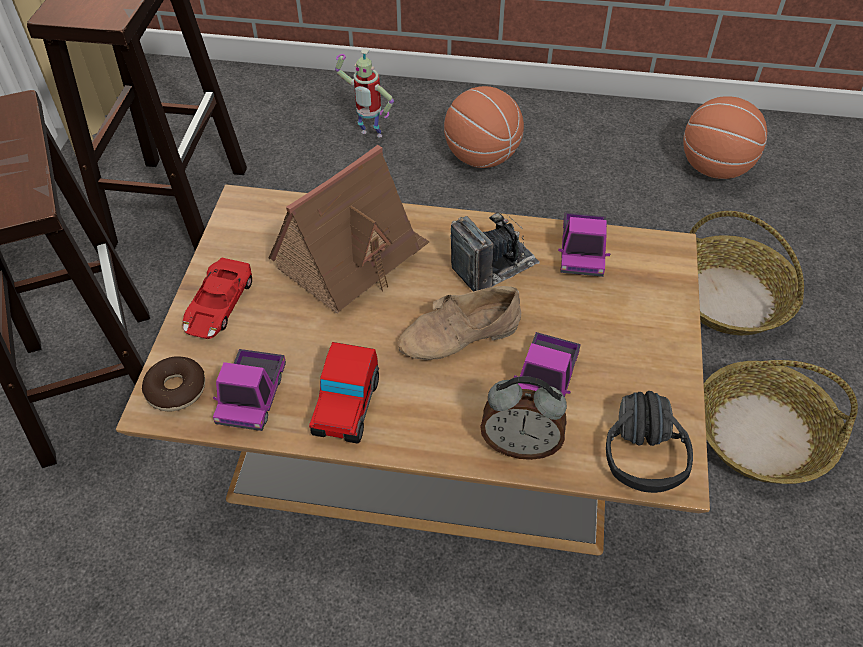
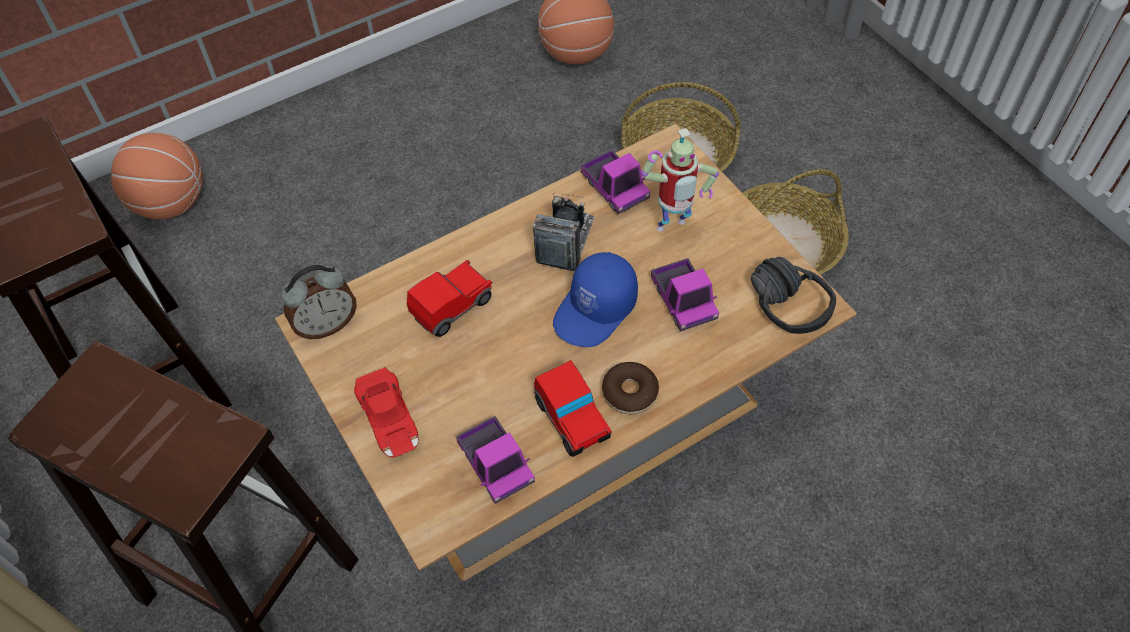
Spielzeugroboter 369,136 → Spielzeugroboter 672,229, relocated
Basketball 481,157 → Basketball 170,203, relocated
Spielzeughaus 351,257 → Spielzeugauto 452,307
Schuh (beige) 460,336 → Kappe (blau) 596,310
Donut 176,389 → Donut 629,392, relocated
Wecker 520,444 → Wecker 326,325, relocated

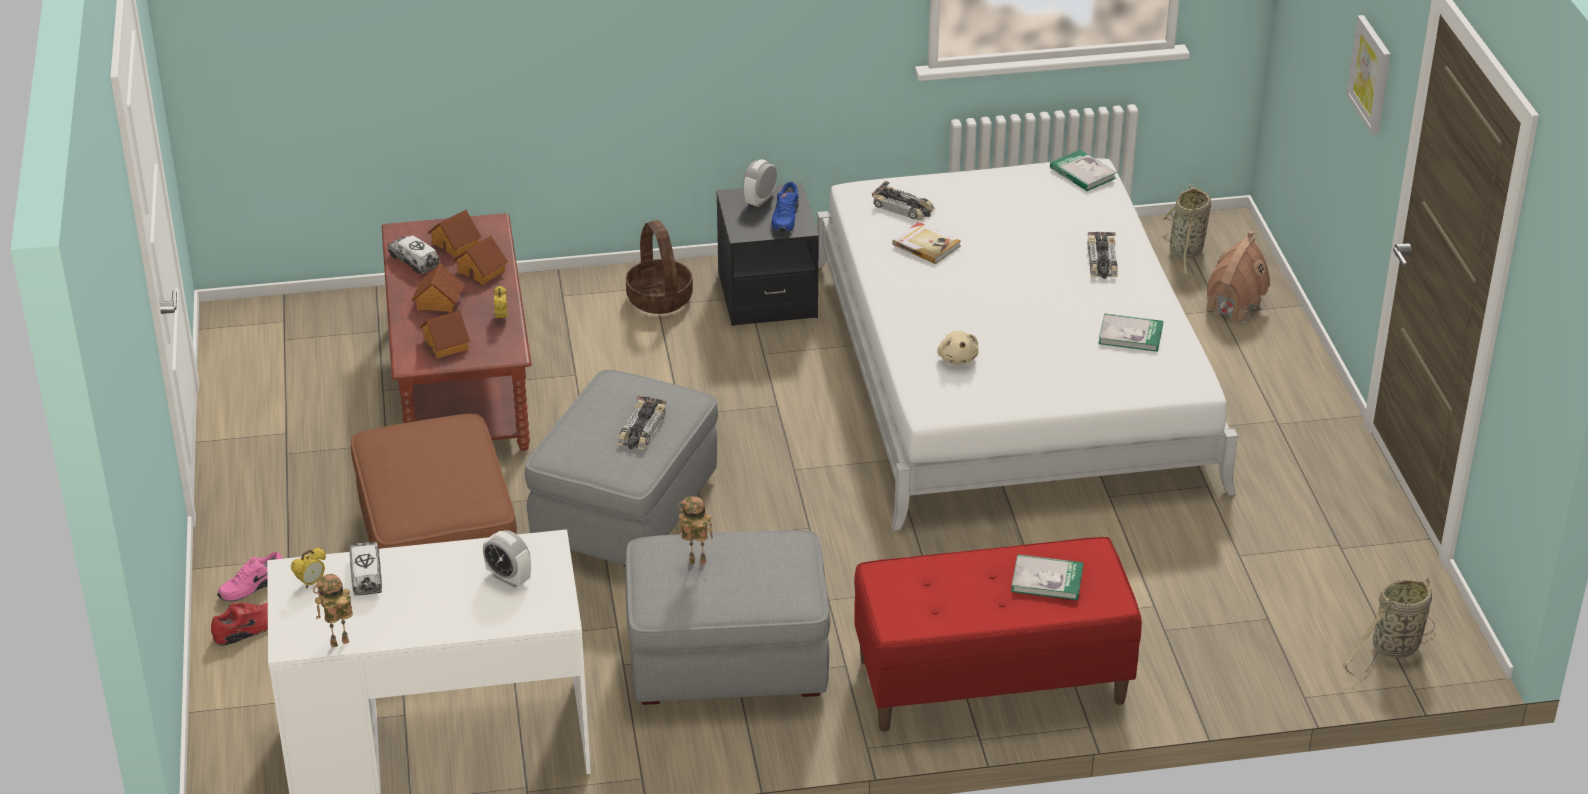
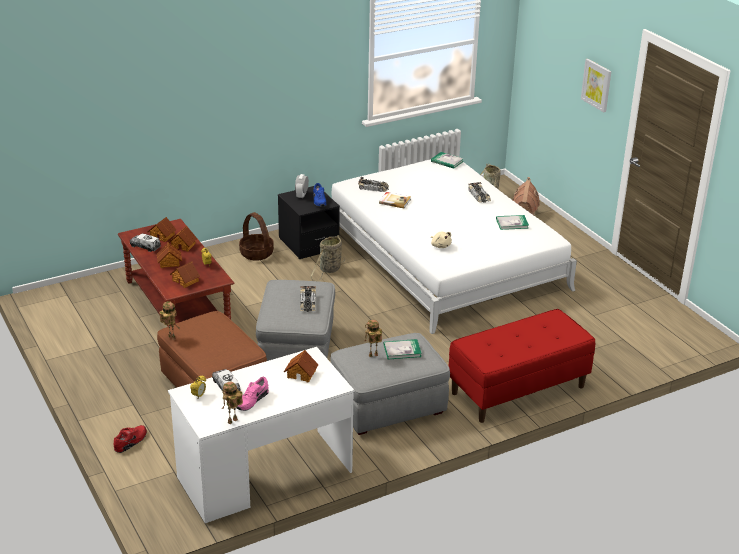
Wecker 508,578 → Spielzeughaus 301,374
Schuh (rosa) 251,586 → Schuh (rosa) 251,400, relocated
Buch 1047,580 → Buch 402,350, relocated
Korb 1393,649 → Korb 329,270, relocated
- → Spielzeugroboter 170,338

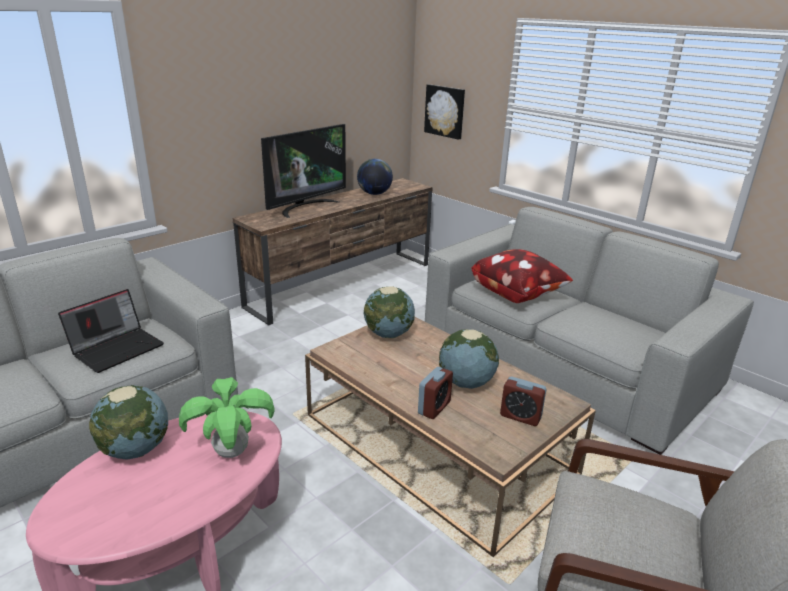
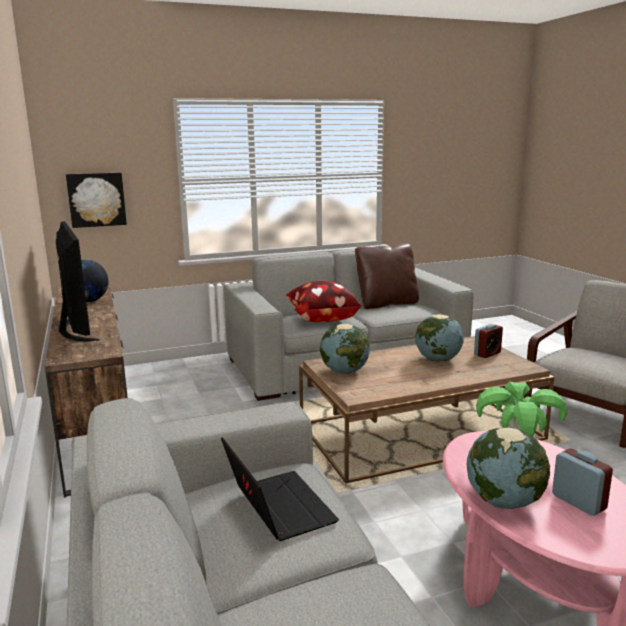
Wecker 434,408 → Wecker 578,502, relocated
- → Kissen (braun) 386,304

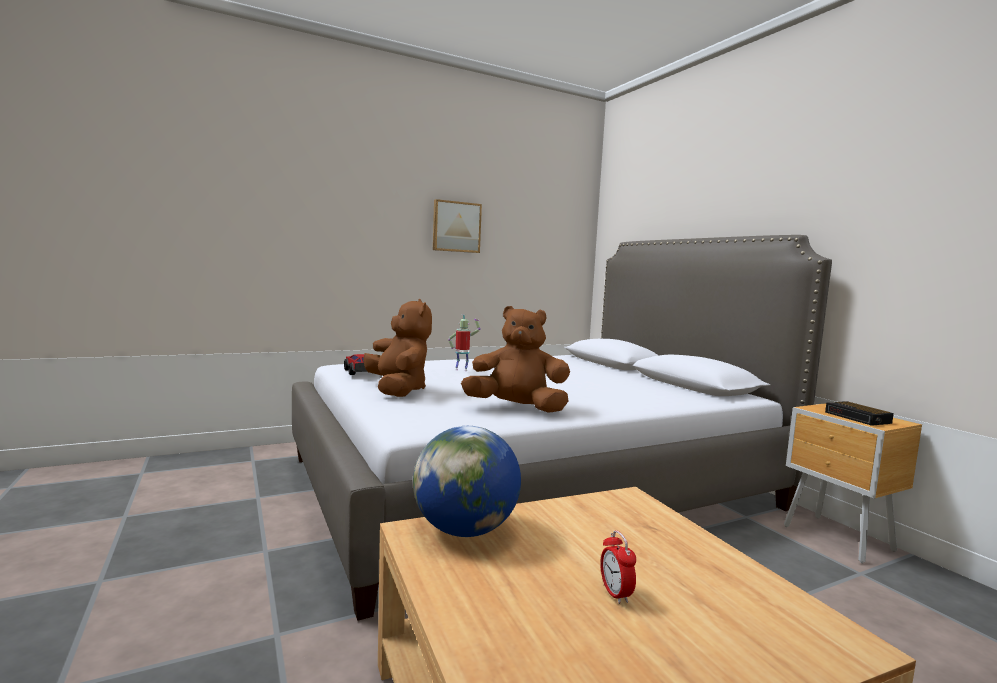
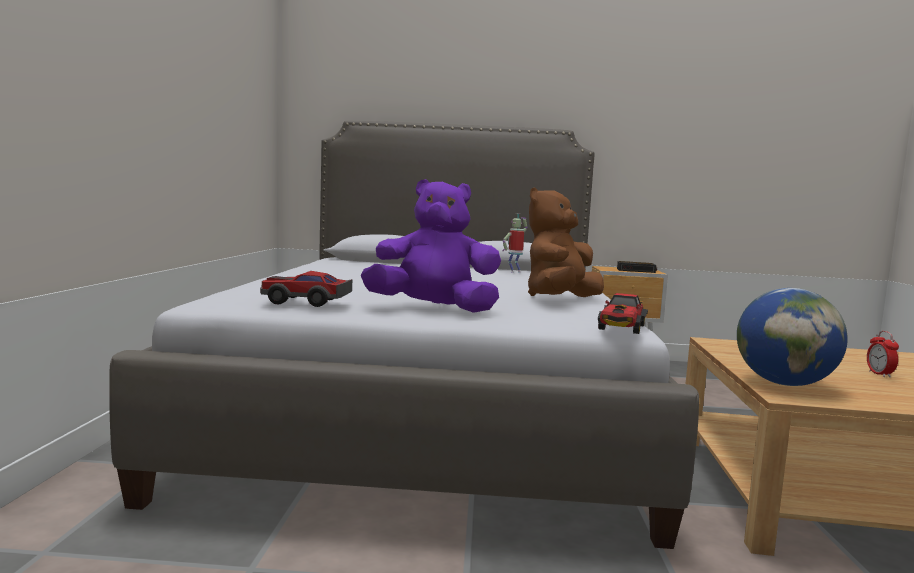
Bild 456,227 → -
Plüschtier (braun) 398,390 → Plüschtier (lila) 433,309
Spielzeugroboter 462,370 → Spielzeugroboter 514,272, relocated
Wecker 615,594 → Wecker 879,374, 75 degrees clockwise
- → Spielzeugauto 621,328

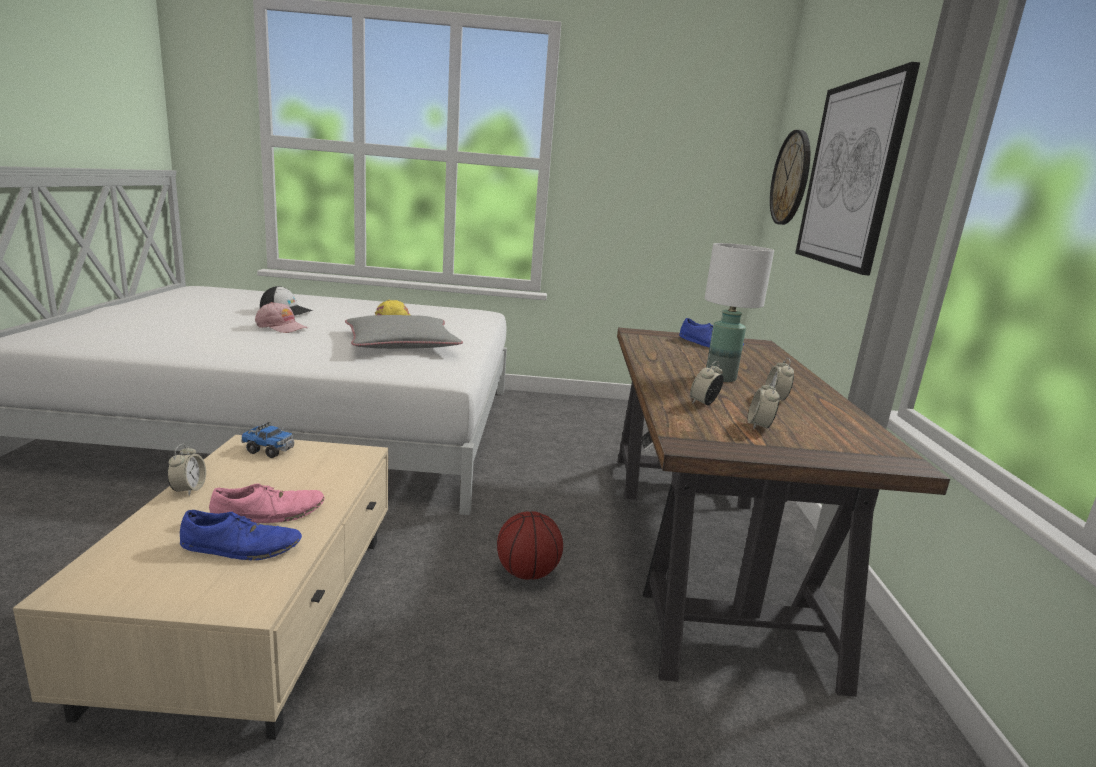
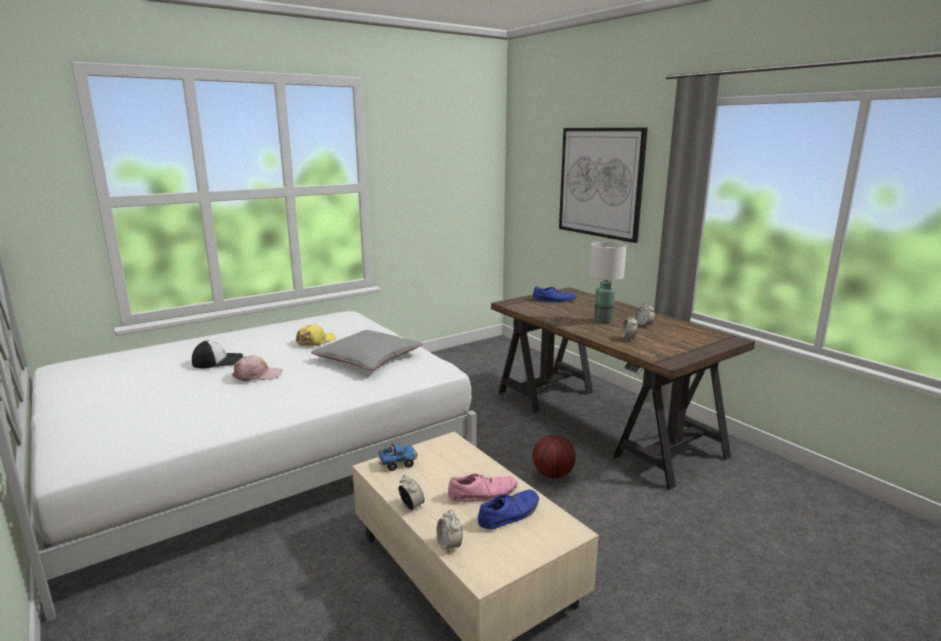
Wanduhr 791,178 → -
Wecker 759,426 → Wecker 449,546, relocated
Schuh (rosa) 269,514 → Schuh (rosa) 483,494, 45 degrees clockwise

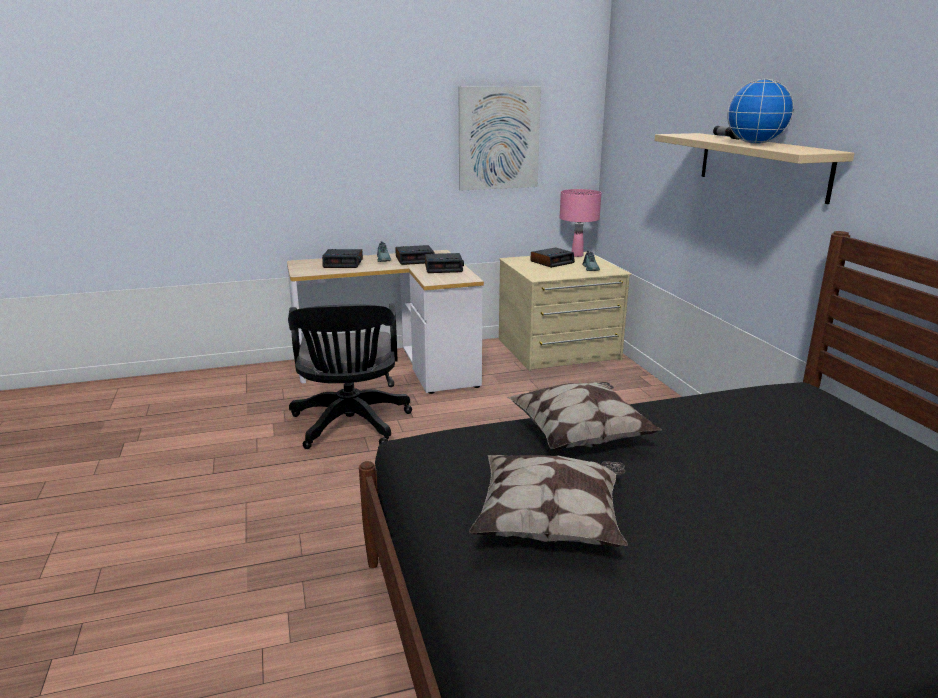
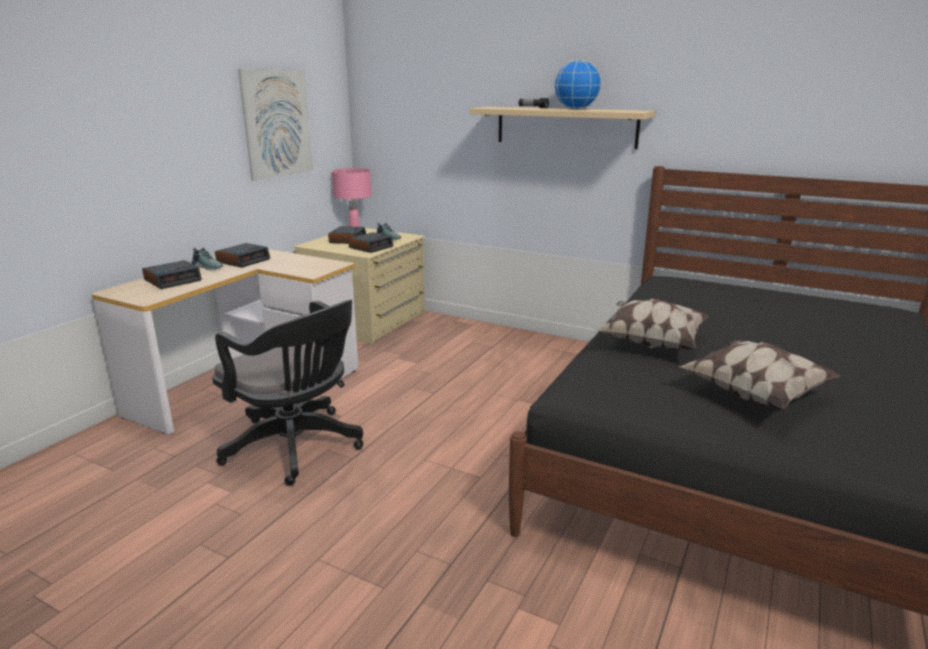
Wecker 444,268 → Wecker 371,247, relocated

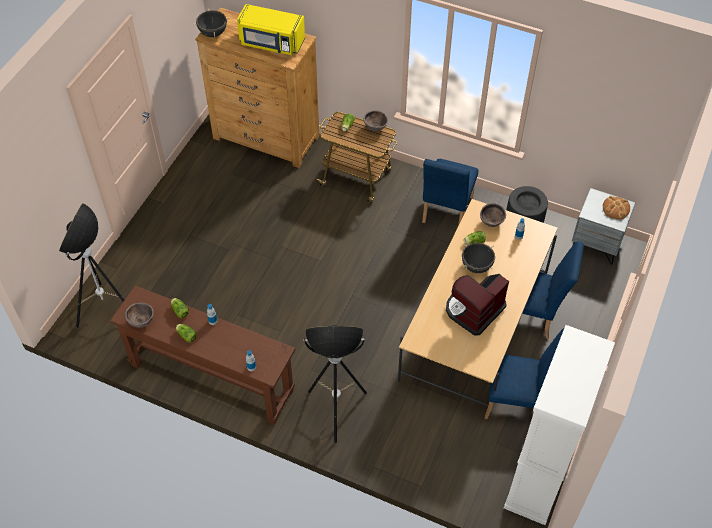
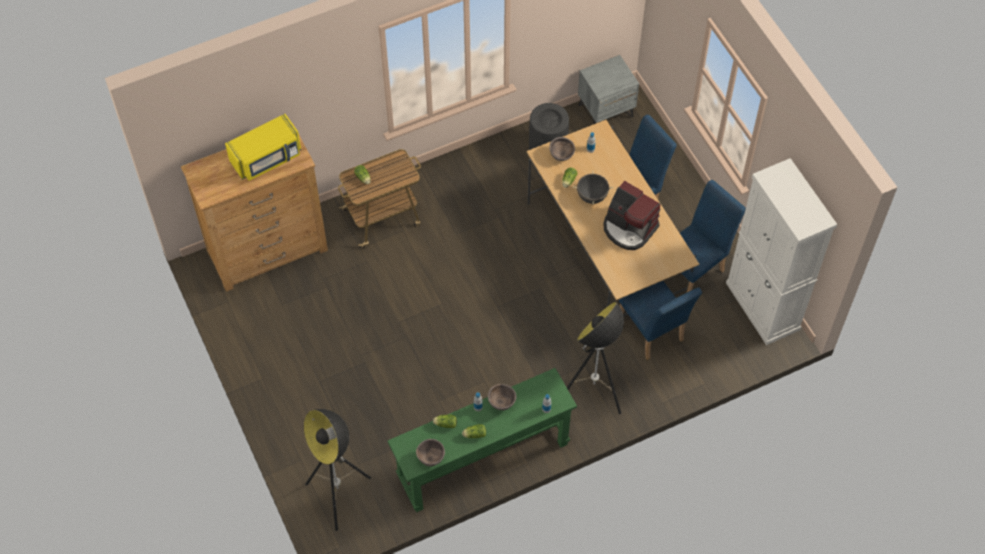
Kochtopf (schwarz) 213,33 → -
Schüssel (braun) 375,128 → Schüssel (braun) 501,403, relocated
Stuhl (blau) 445,213 → Stuhl (blau) 652,334, relocated
Brot 616,208 → -
Kaffeemaschine 474,310 → Kaffeemaschine 629,228, 45 degrees counterclockwise
Konsolentisch (braun) 211,377 → Konsolentisch (grün) 483,460

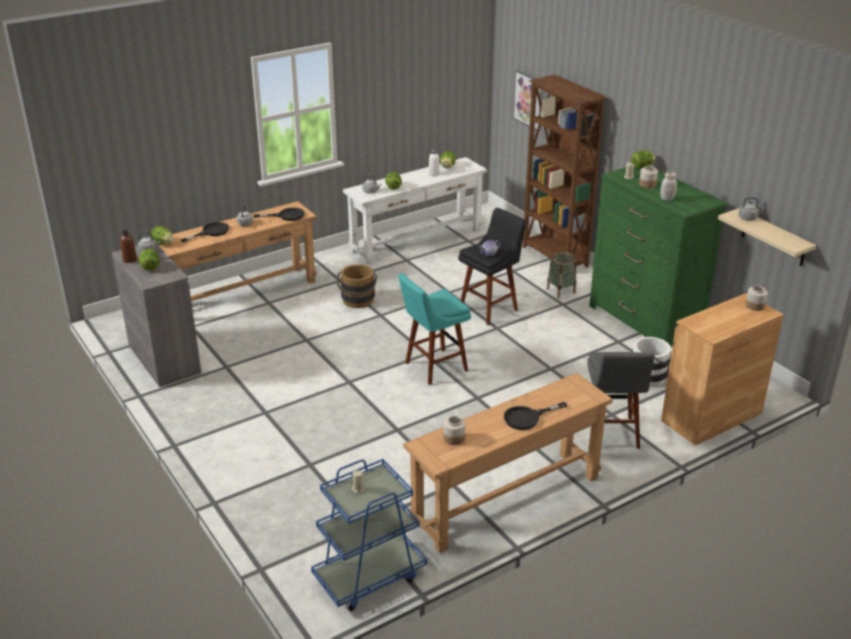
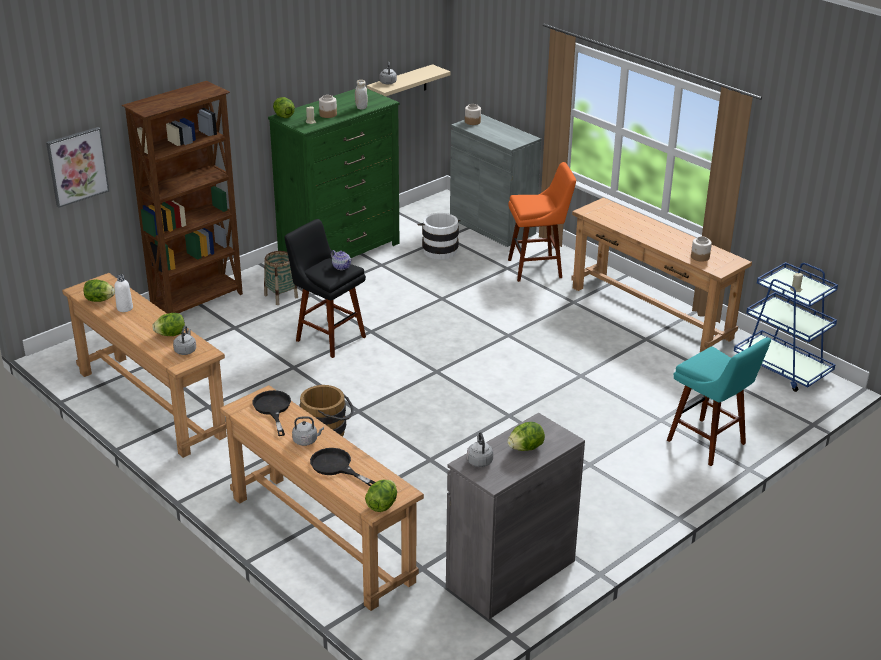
Konsolentisch (weiß) 416,241 → Konsolentisch (braun) 151,404
Flasche (braun) 130,260 → -
Hocker (türkis) 433,367 → Hocker (türkis) 709,444, relocated
Schrank (braun) 711,417 → Schrank (grau) 492,226
Hocker (grau) 611,435 → Hocker (orange) 538,268
Pfanne (schwarz) 527,418 → -

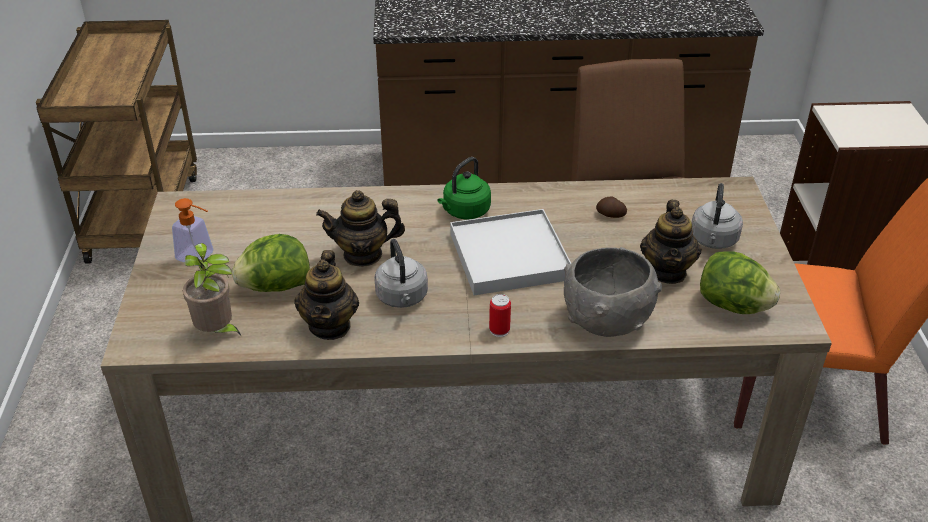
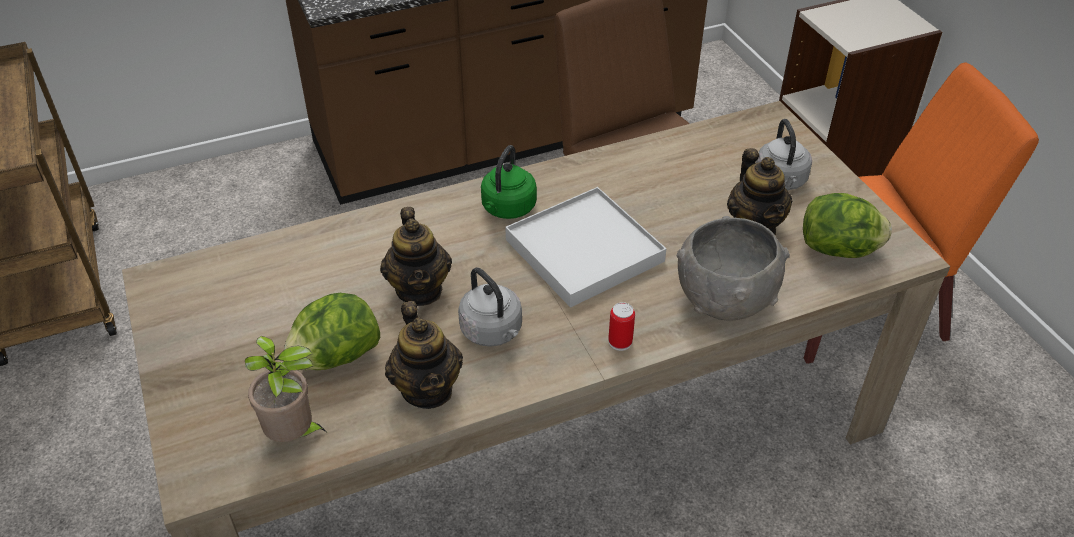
Teekanne 363,254 → Teekanne 419,289, 75 degrees counterclockwise
Kartoffel 610,215 → -
Seifenspender 200,258 → -

